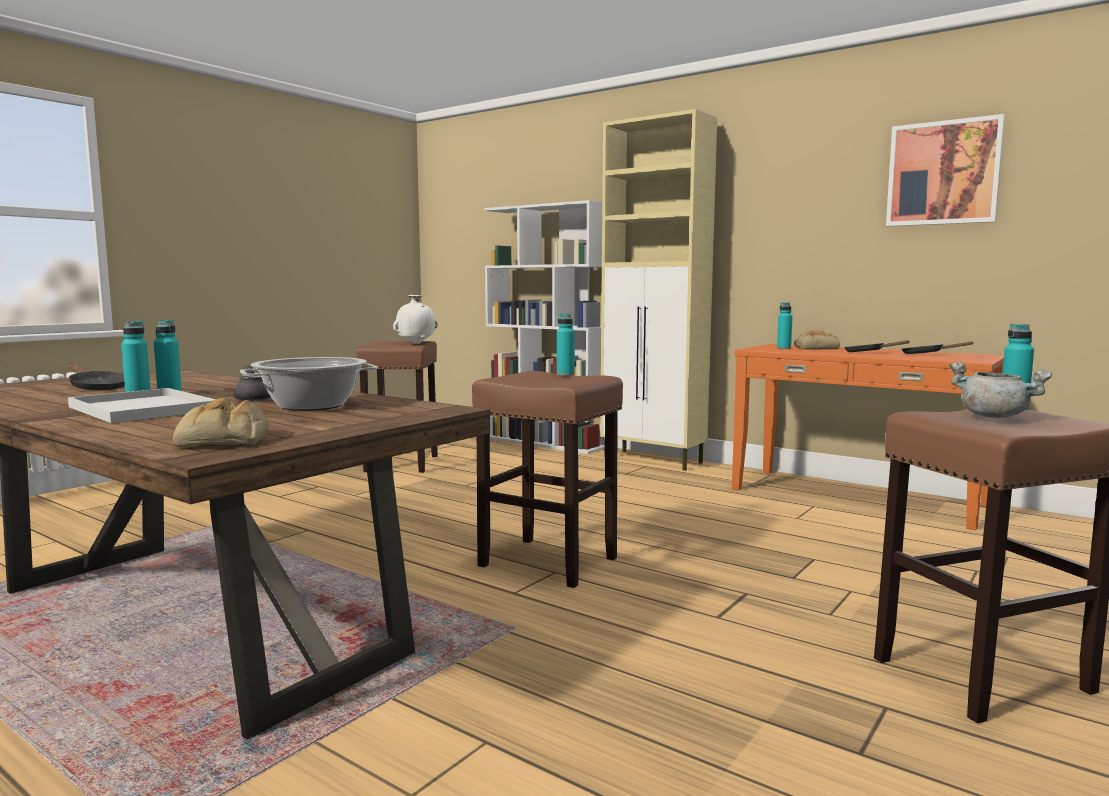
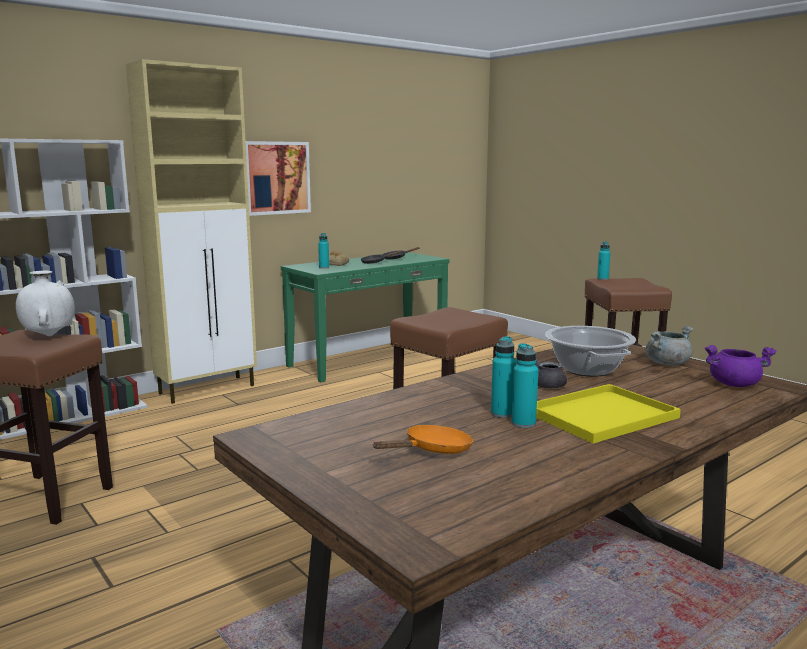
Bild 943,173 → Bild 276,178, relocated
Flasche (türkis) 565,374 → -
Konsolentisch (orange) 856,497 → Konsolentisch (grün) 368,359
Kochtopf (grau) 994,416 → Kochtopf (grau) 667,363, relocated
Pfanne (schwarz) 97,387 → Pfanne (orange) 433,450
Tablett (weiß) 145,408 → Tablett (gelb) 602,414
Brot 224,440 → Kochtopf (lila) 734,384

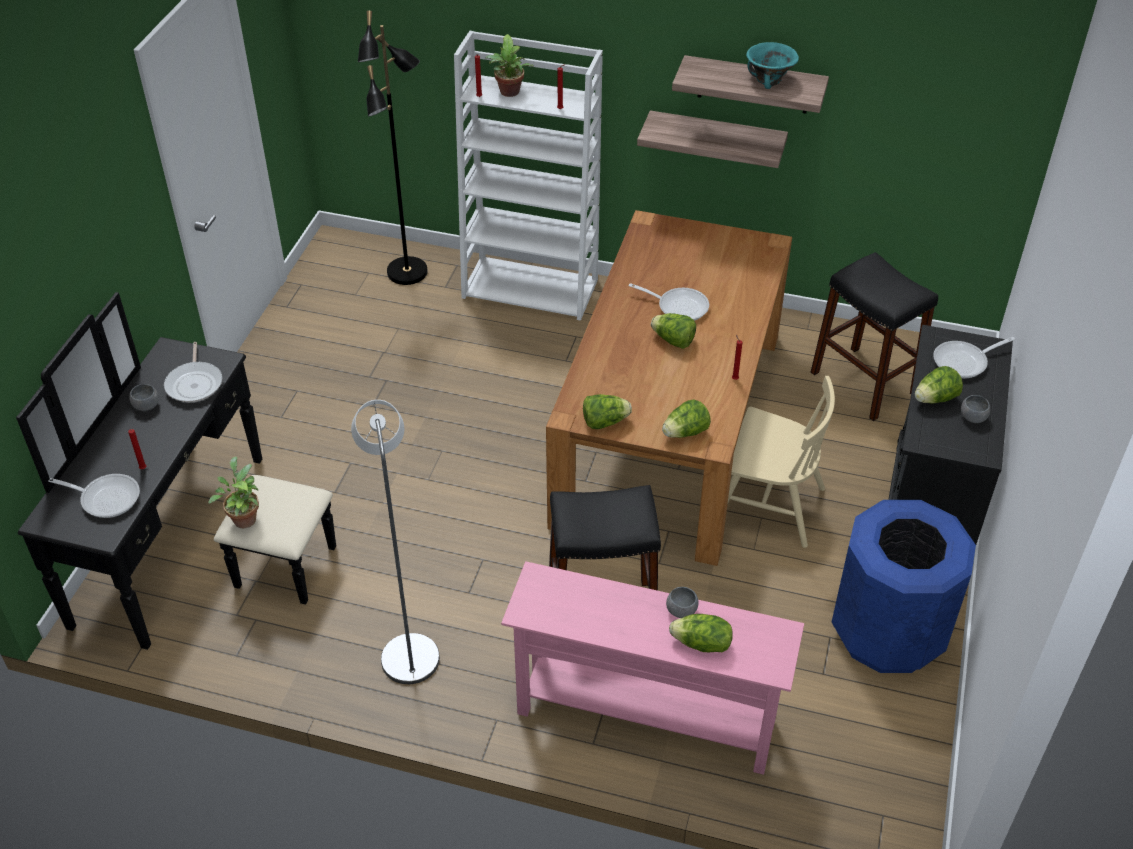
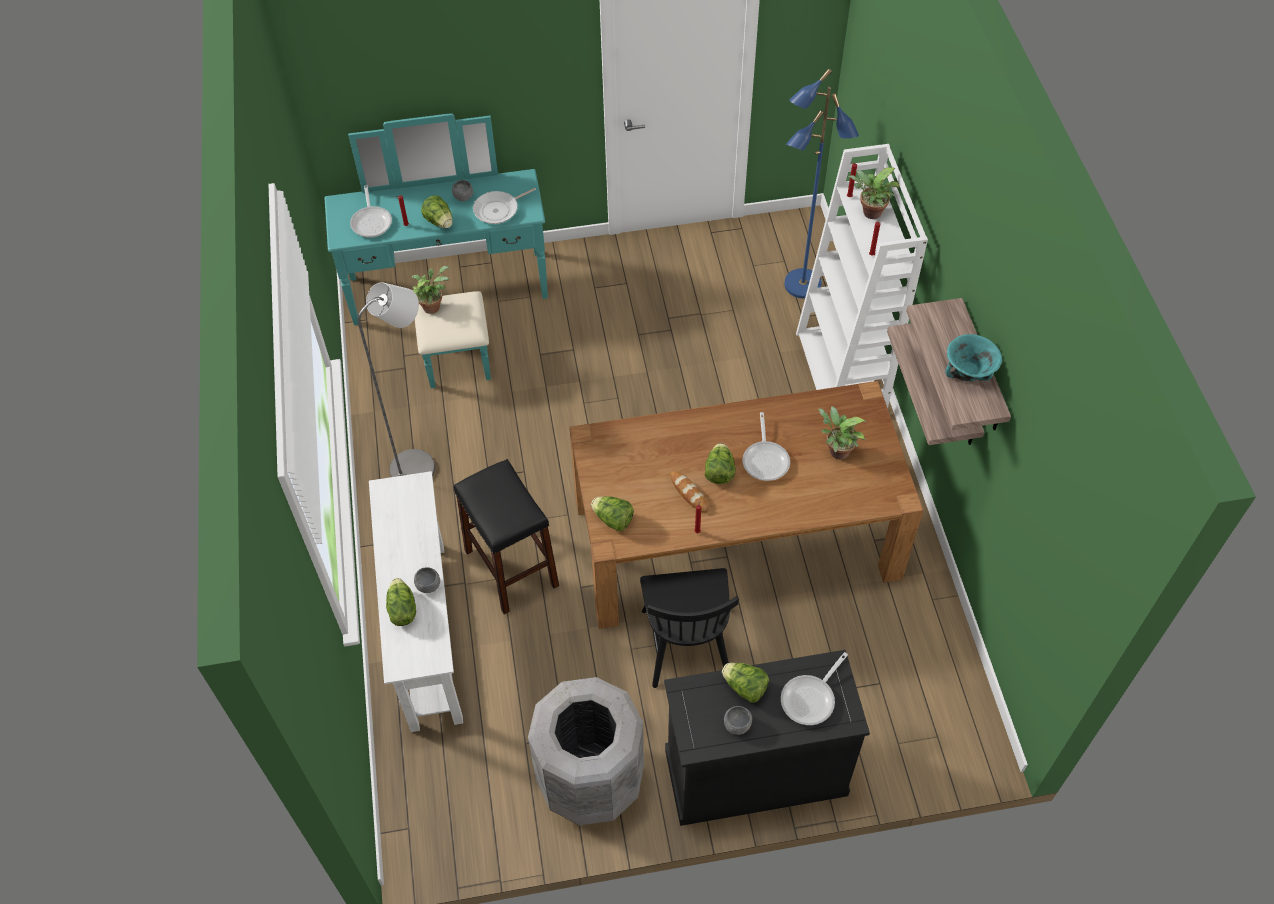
Stehlampe (schwarz) 408,273 → Stehlampe (blau) 802,285
Hocker (schwarz) 863,383 → -
Kommode (schwarz) 197,544 → Kommode (türkis) 451,304
Pfanne 964,362 → Pfanne 811,698, 90 degrees counterclockwise
Stuhl (beige) 768,505 → Stuhl (schwarz) 686,643
Salatkopf 604,422 → Salatkopf 440,222, relocated
Mülleimer (blau) 888,634 → Mülleimer (grau) 590,780
Konsolentisch (rosa) 645,718 → Konsolentisch (weiß) 427,635
- → Topfpflanze 836,451
- → Brot 689,493

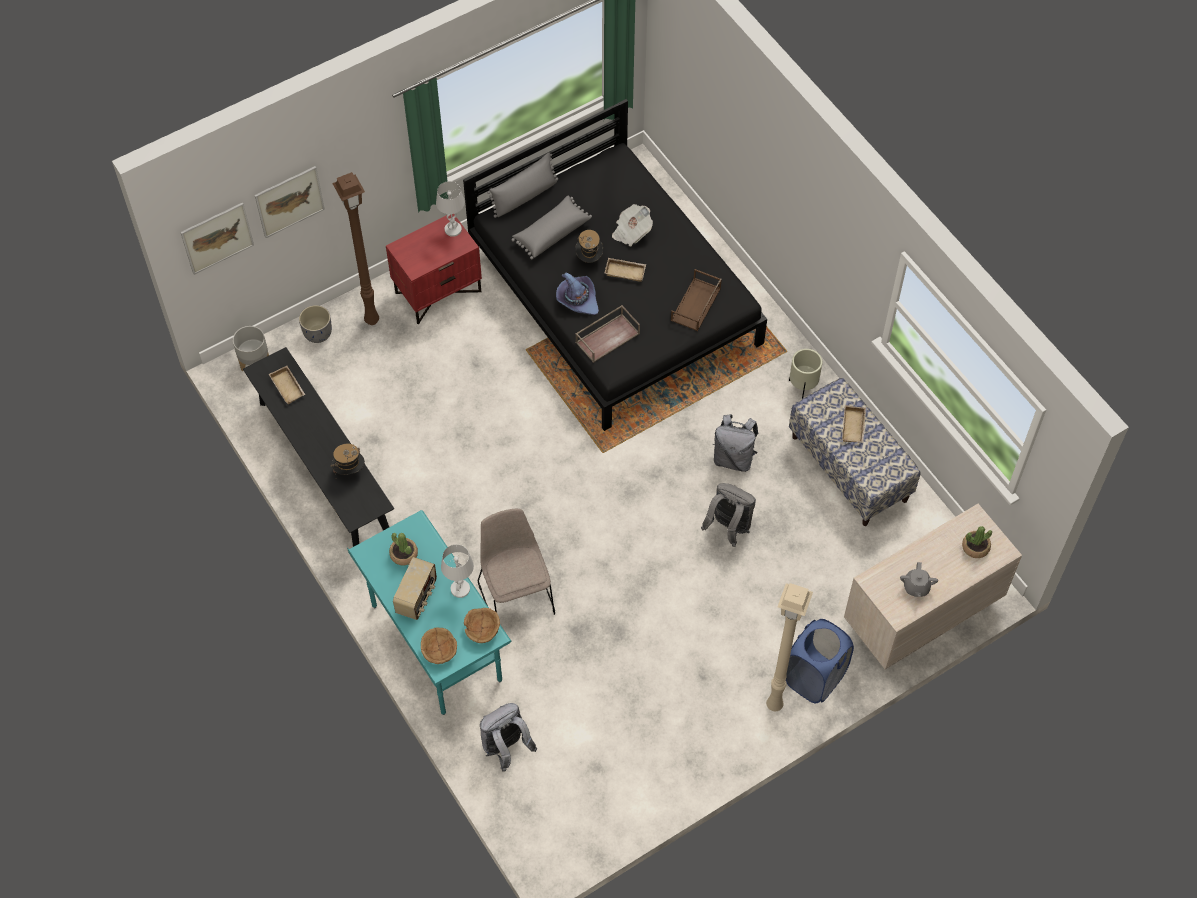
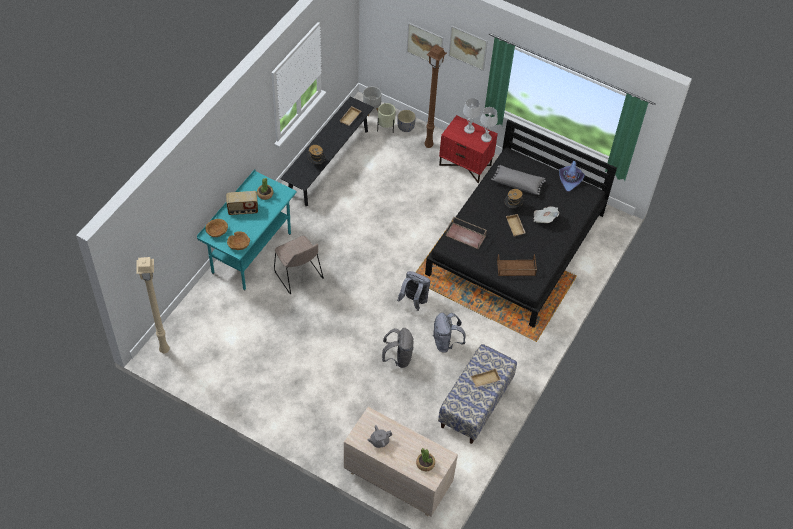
Kissen (grau) 524,196 → -
Bild 217,238 → Bild 468,48, relocated
Hut (lila) 577,299 → Hut (lila) 570,179, relocated
Pflanzkübel (beige) 802,388 → Pflanzkübel (beige) 386,128, relocated
Stuhl (beige) 516,595 → Stuhl (beige) 299,276, 105 degrees clockwise
Tischlampe (weiß) 460,589 → Tischlampe (weiß) 469,129, relocated
Stehlampe (beige) 775,706 → Stehlampe (beige) 164,350, relocated
Wäschekorb (blau) 814,677 → -
Rucksack (grau) 506,748 → Rucksack (grau) 414,301, relocated

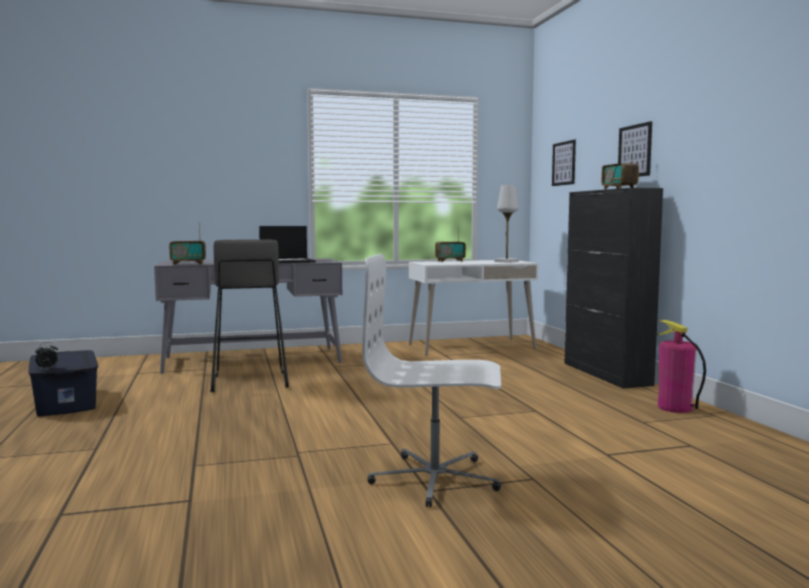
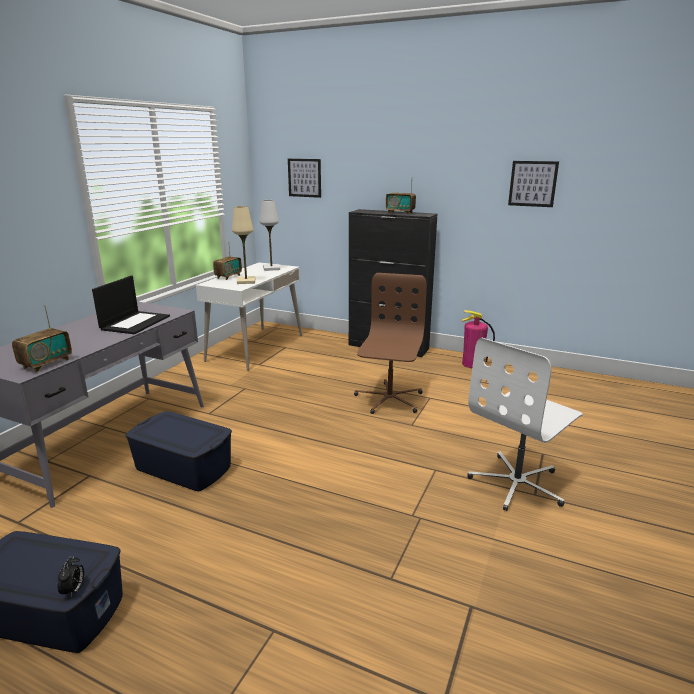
Bild 635,151 → Bild 533,183, relocated
Hocker (grau) 249,381 → Aufbewahrungsbox (blau) 183,468
- → Tischlampe (beige) 246,281
- → Bürostuhl (braun) 389,399

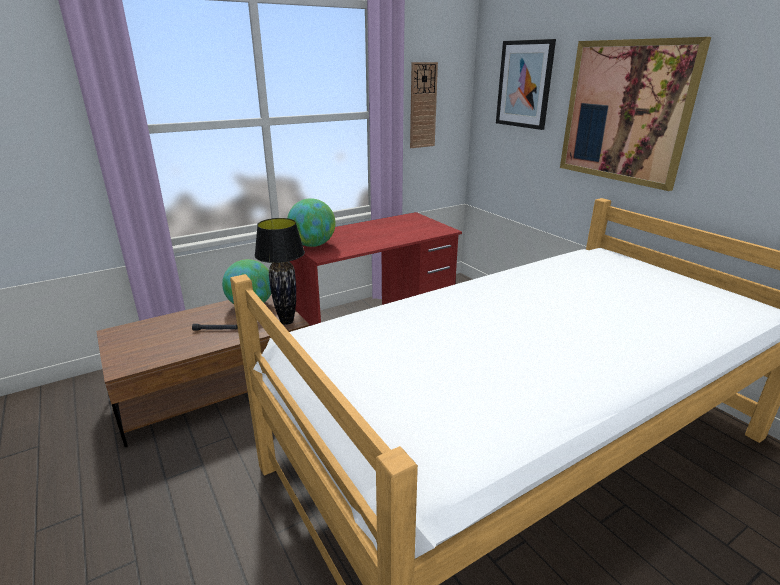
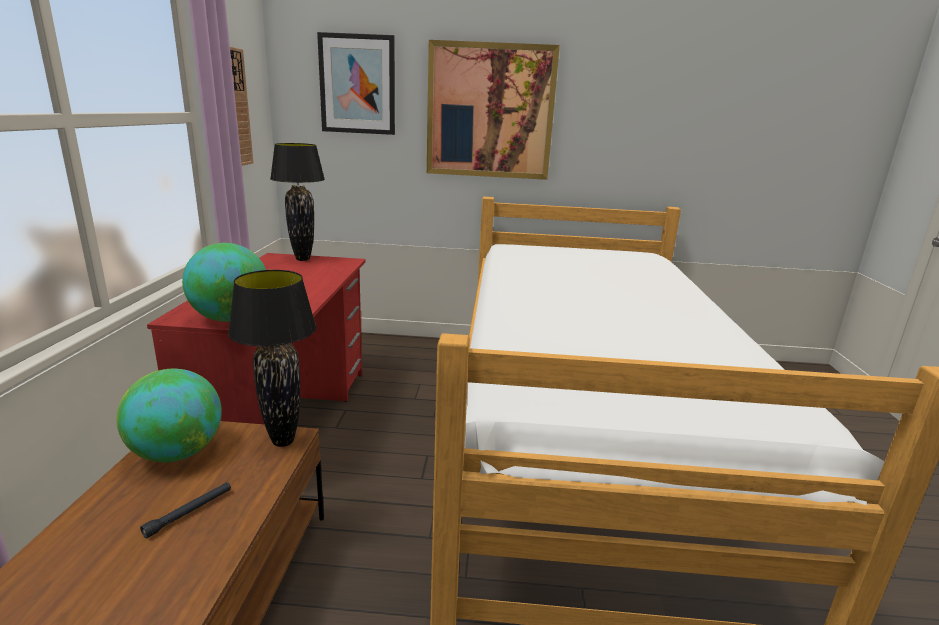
- → Tischlampe (schwarz) 303,259

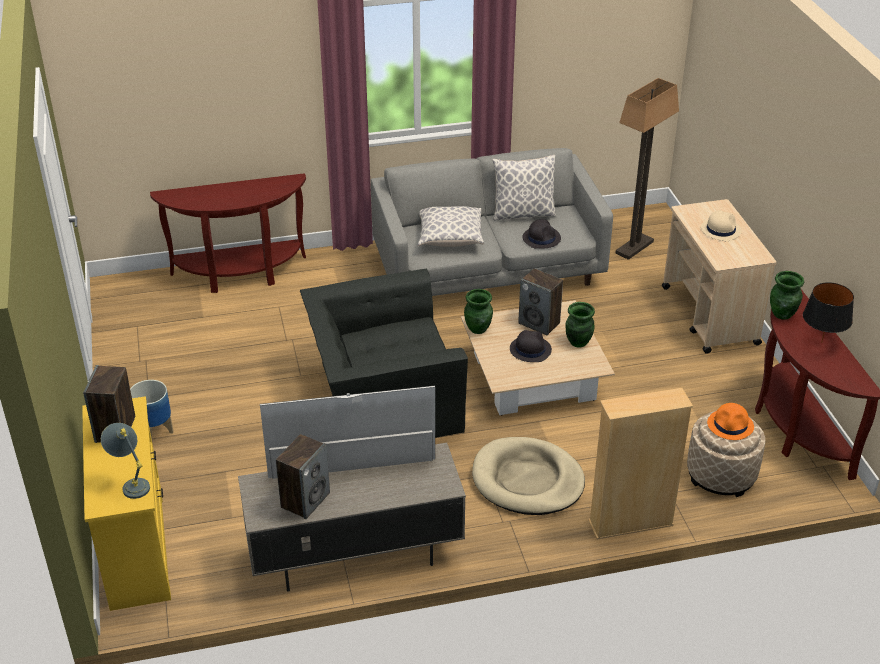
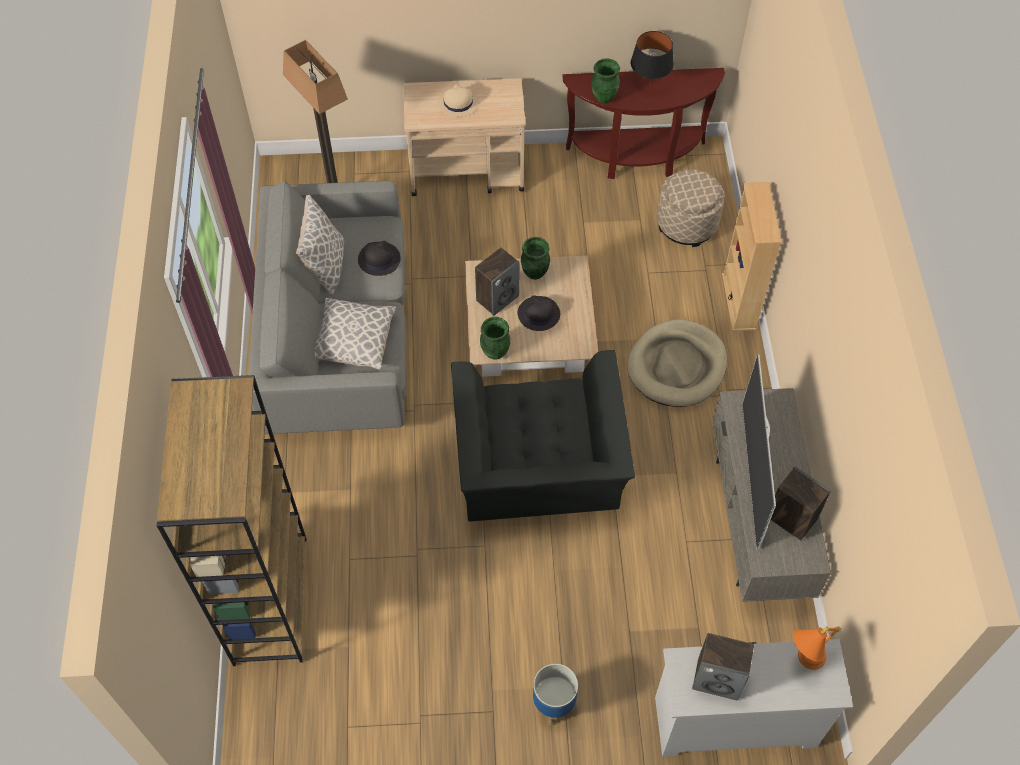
Konsolentisch (braun) 240,274 → Bücherregal (braun) 270,599
Kommode (gelb) 137,548 → Kommode (weiß) 733,722
Hut (orange) 730,425 → -
Tischlampe (grau) 131,483 → Tischlampe (orange) 803,661

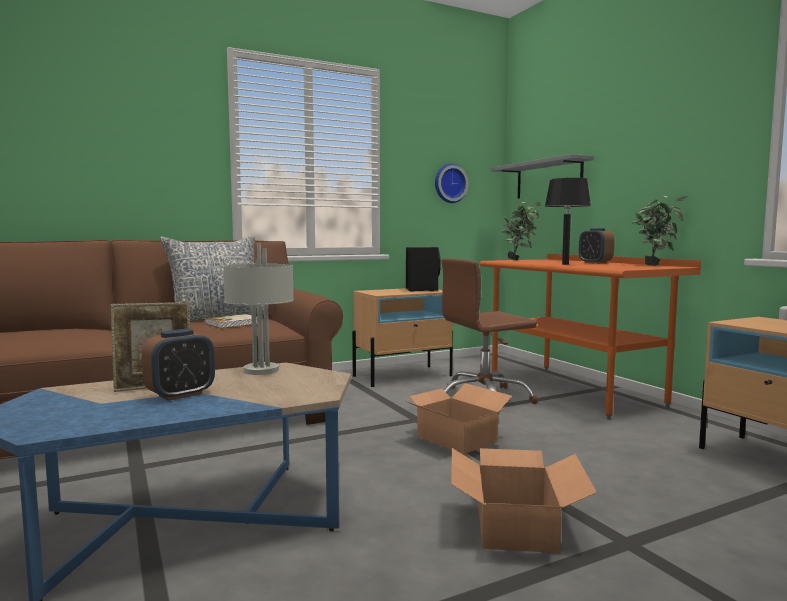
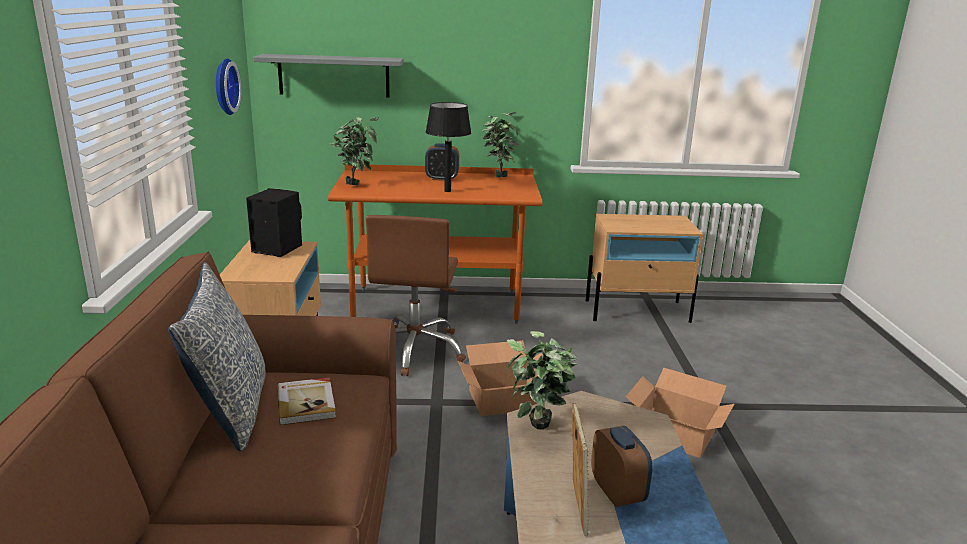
Tischlampe (grau) 260,370 → Topfpflanze 539,433

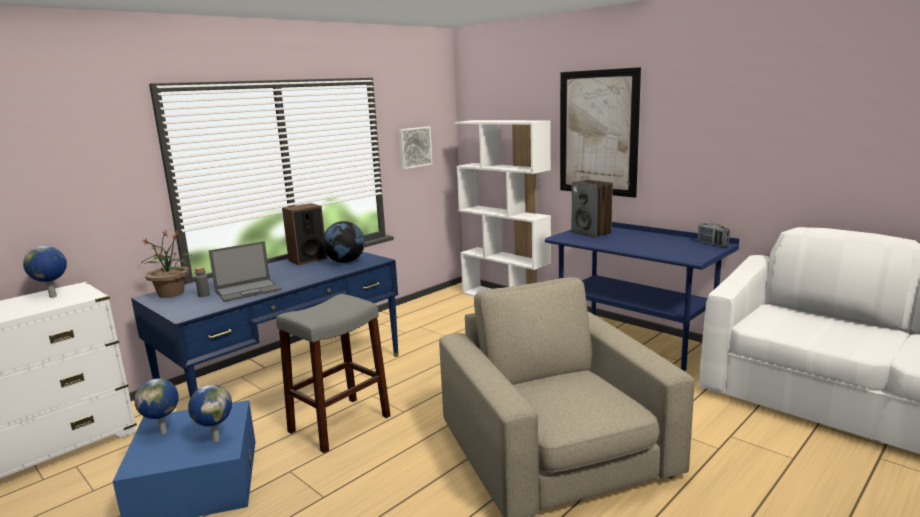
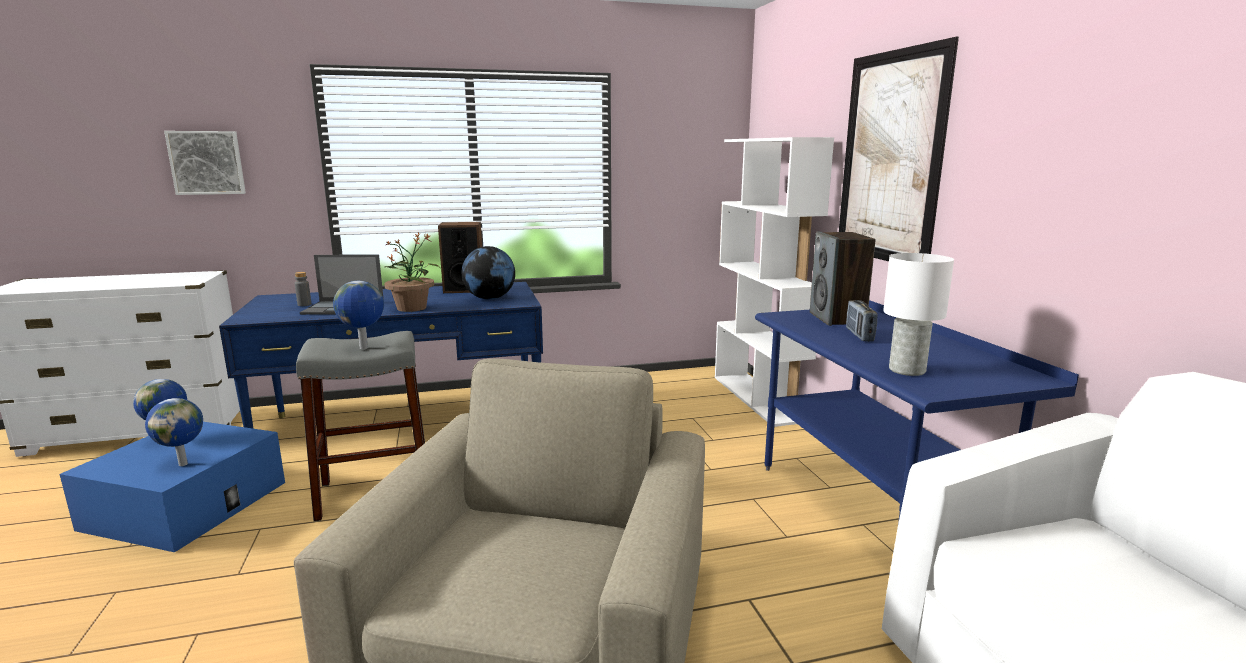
Bild 414,147 → Bild 207,162, relocated
Radio 712,244 → Radio 859,335, relocated
Topfpflanze 171,293 → Topfpflanze 412,308, relocated
Globus 53,296 → Globus 364,348, relocated
- → Tischlampe (weiß) 906,370

